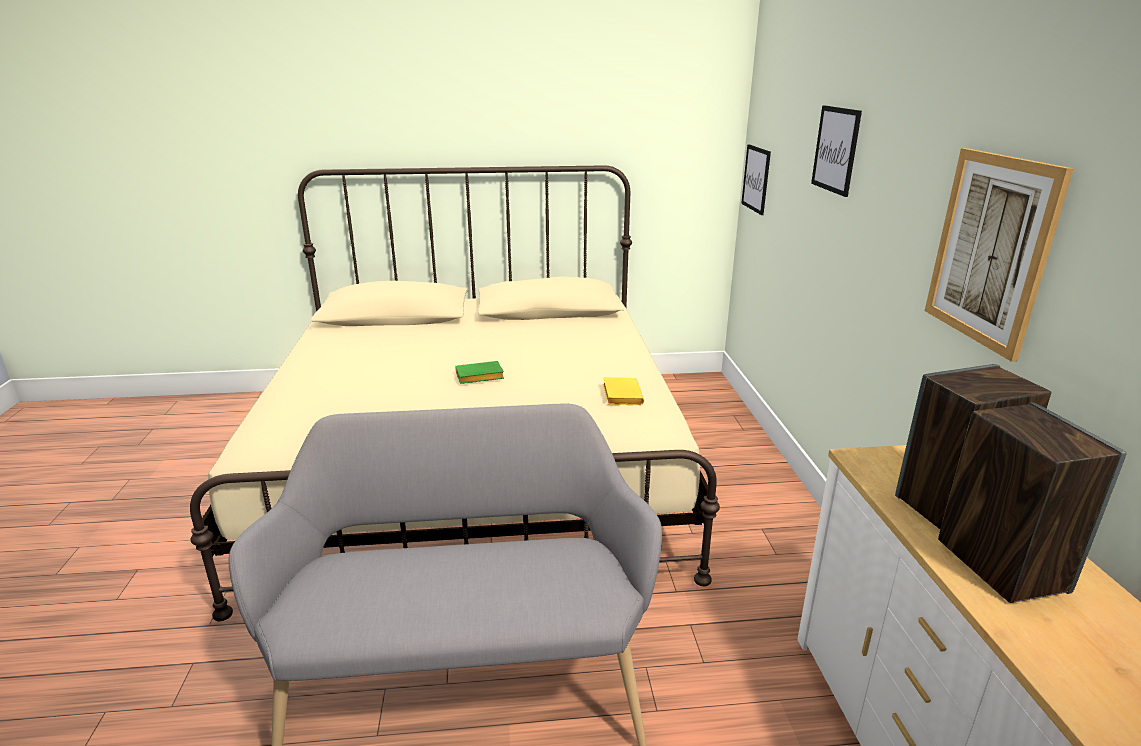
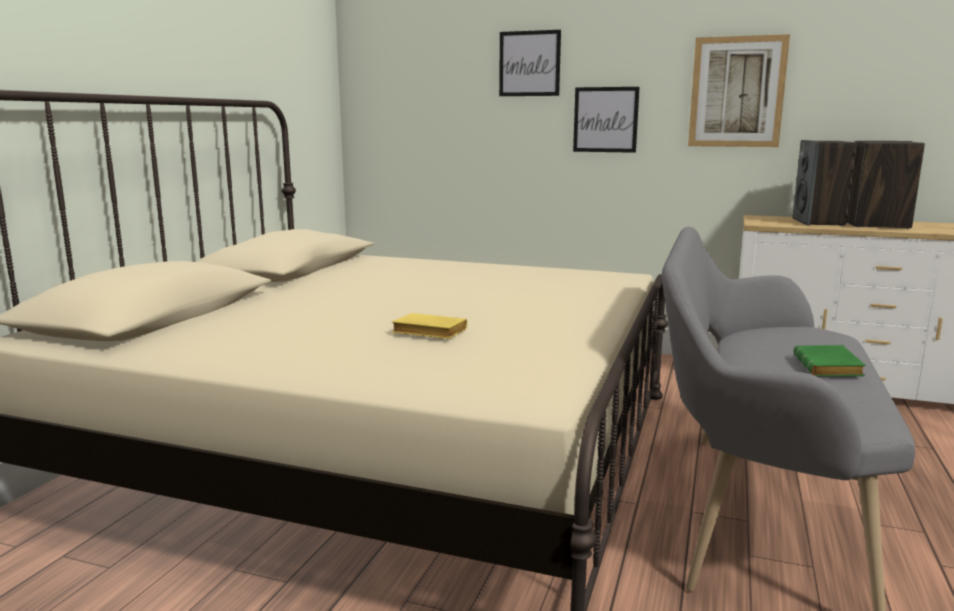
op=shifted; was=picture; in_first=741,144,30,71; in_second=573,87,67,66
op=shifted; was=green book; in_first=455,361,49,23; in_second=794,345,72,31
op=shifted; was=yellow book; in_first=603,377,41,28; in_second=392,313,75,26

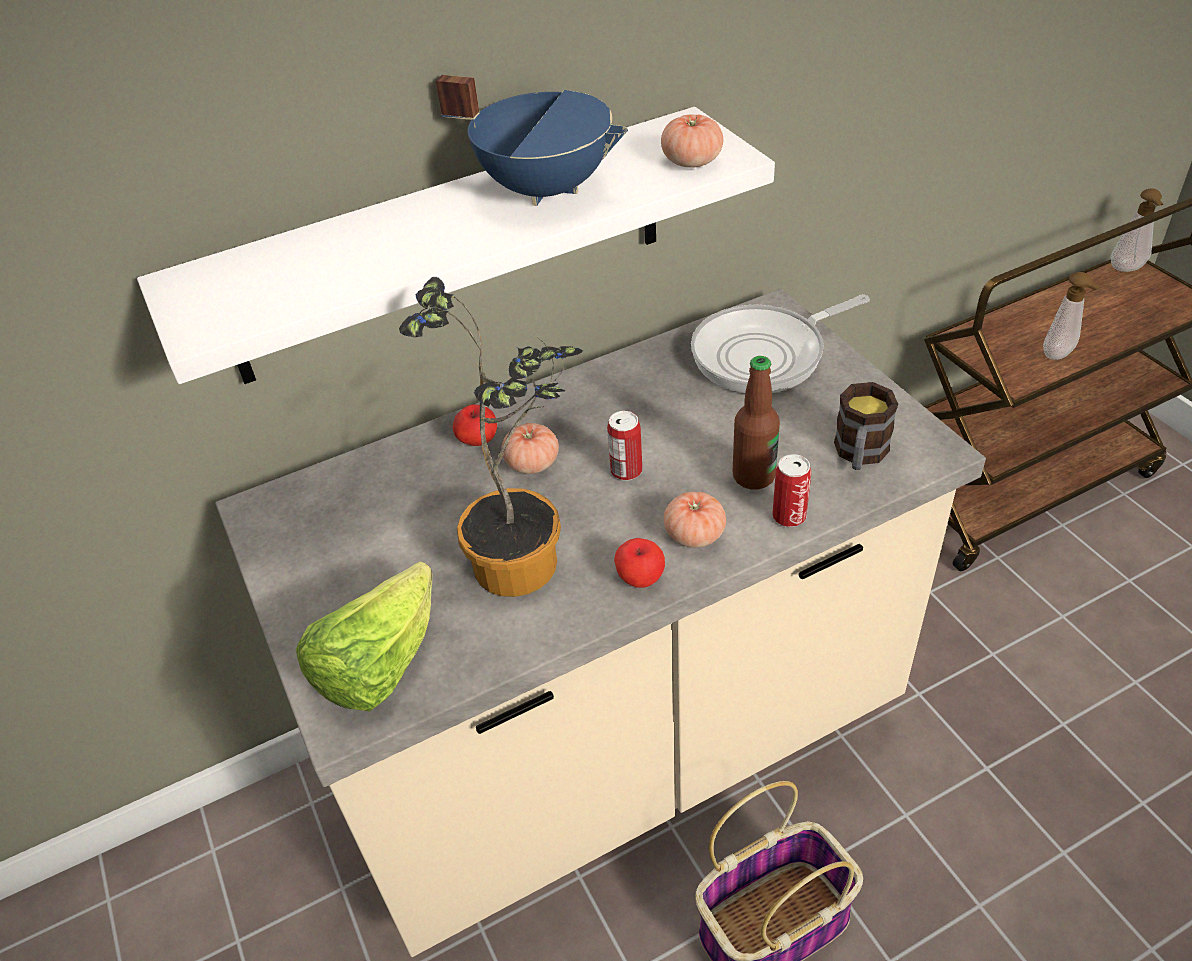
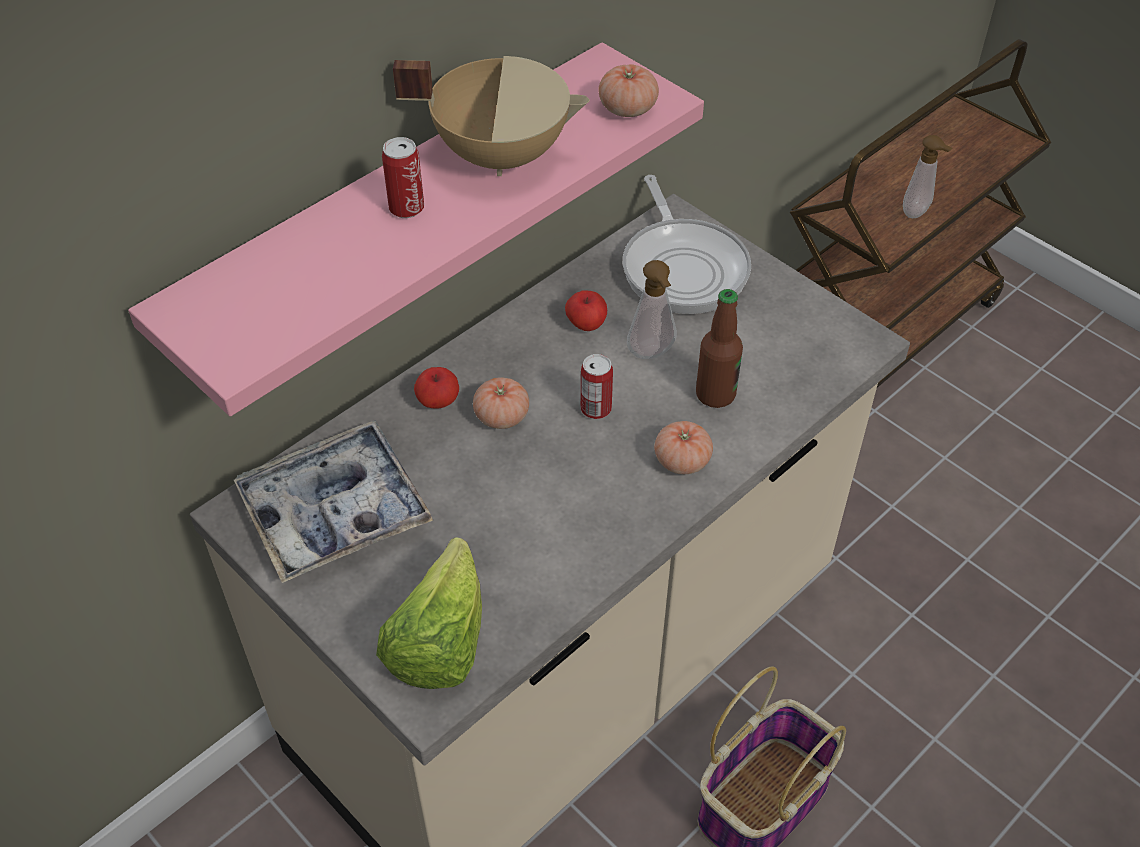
op=repainted; was=blue cooking pot; now=beige cooking pot; in_first=436,75,192,131; in_second=393,56,197,120
op=repainted; was=white shelf; now=pink shelf; in_first=137,107,638,277; in_second=128,42,576,374
op=shifted; was=soap dispenser; in_first=1111,188,52,84; in_second=627,260,50,99
op=gone; was=potted plant; in_first=399,277,184,320
op=rotated; was=frying pan; in_first=691,294,179,99; in_second=623,175,128,139; clockwise=-60
op=gone; was=mug; in_first=834,382,64,88
op=shifted; was=can; in_first=773,454,38,73; in_second=382,137,42,81
op=shifted; was=apple; in_first=614,538,51,50; in_second=565,291,42,40
op=new; now=tray; in_second=234,421,199,162

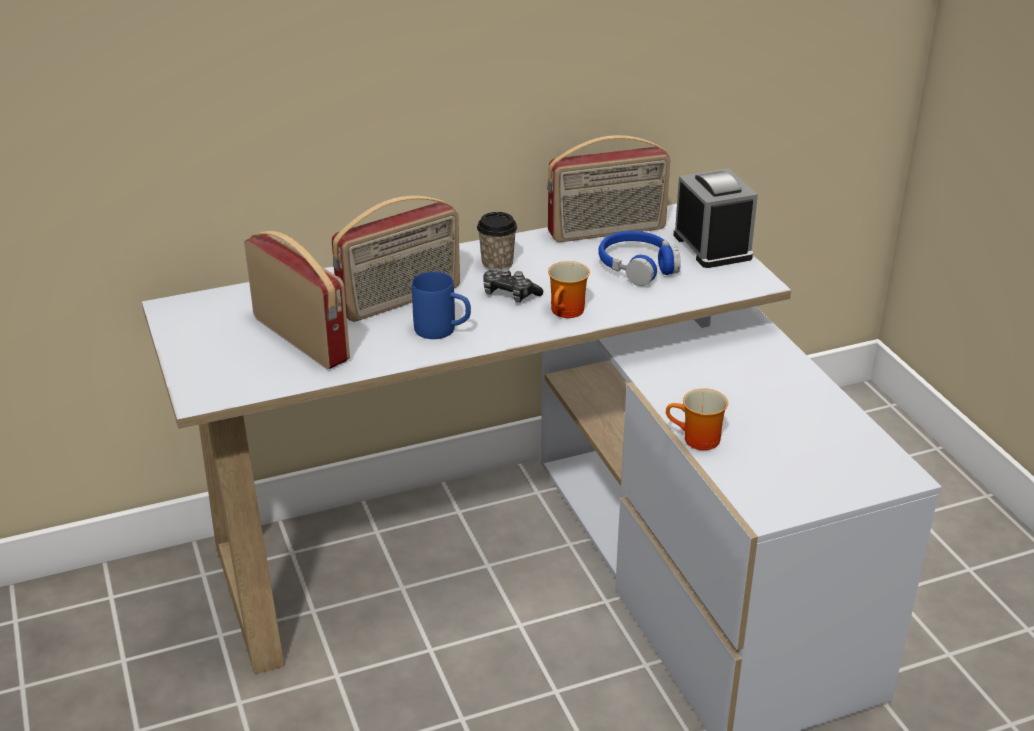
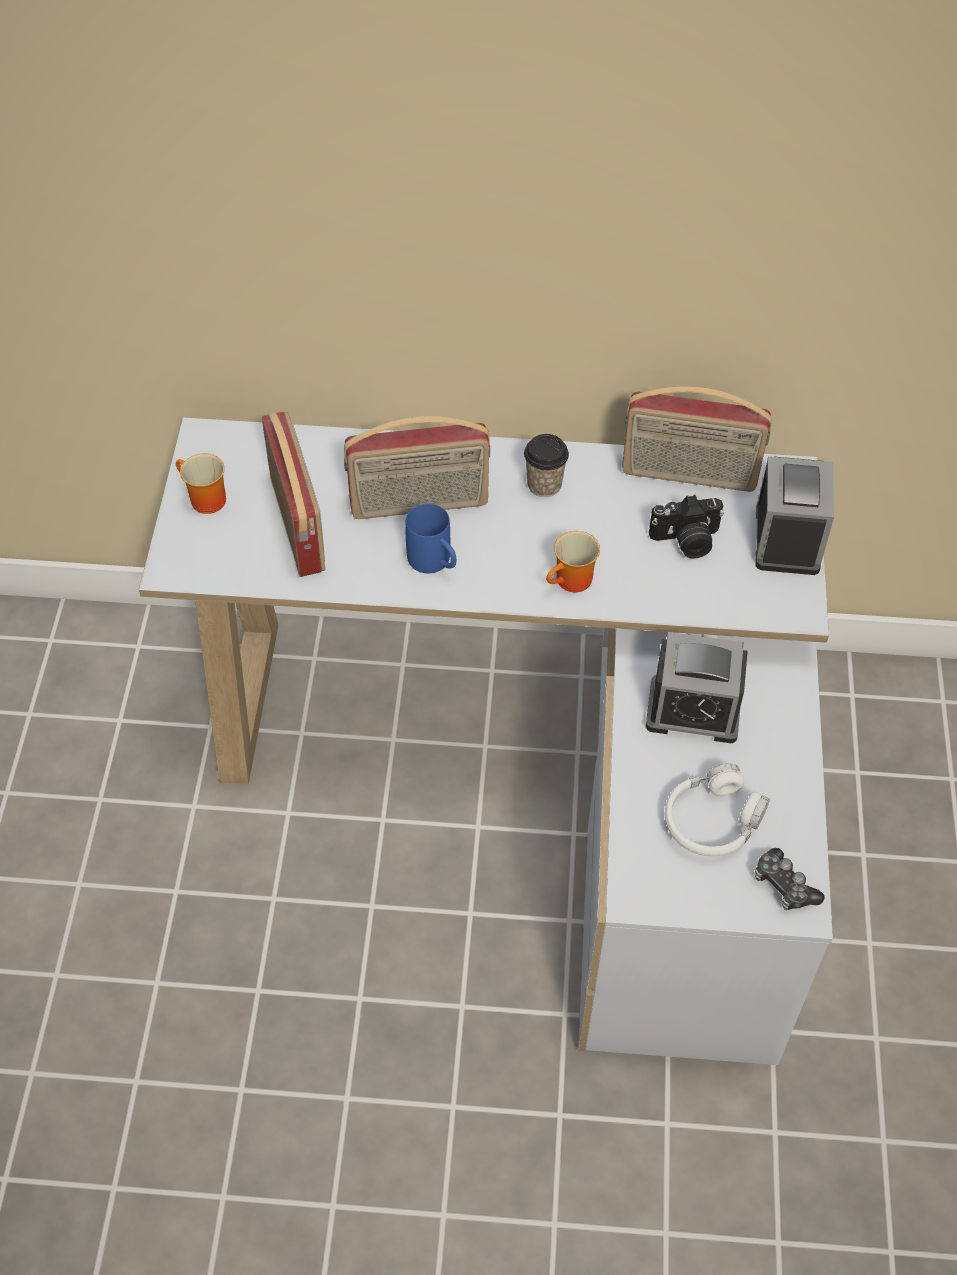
op=swapped; was=blue headphones; now=photo camera; in_first=598,231,83,55; in_second=649,495,75,63
op=shifted; was=game controller; in_first=483,268,60,34; in_second=755,848,70,62
op=shifted; was=mug; in_first=666,388,62,62; in_second=176,453,50,61
op=new; now=alarm clock; in_second=646,632,102,111
op=new; now=white headphones; in_second=665,763,105,93

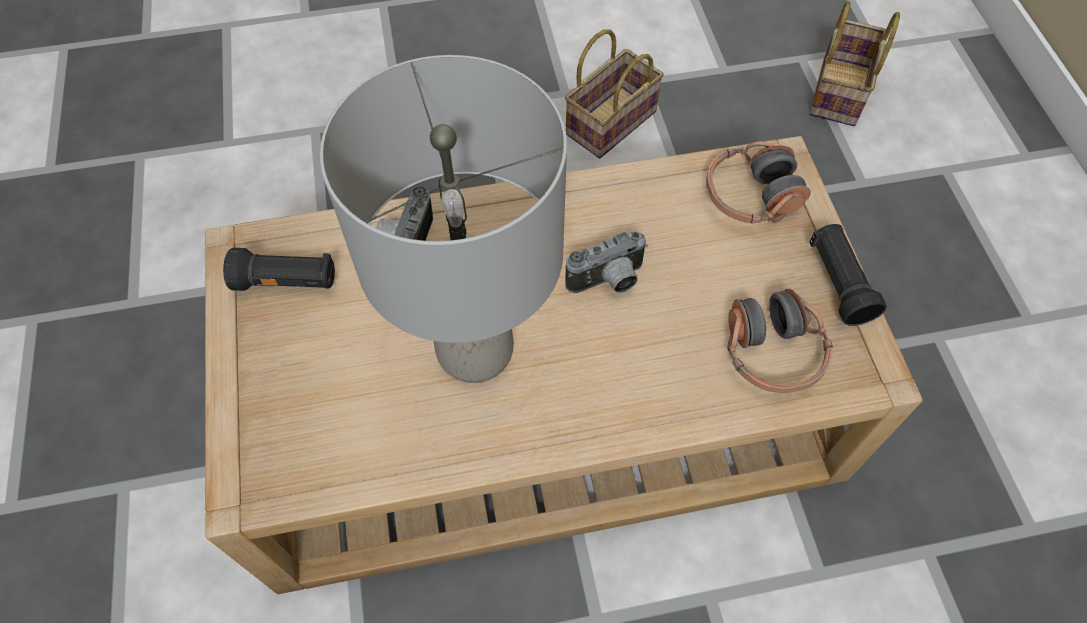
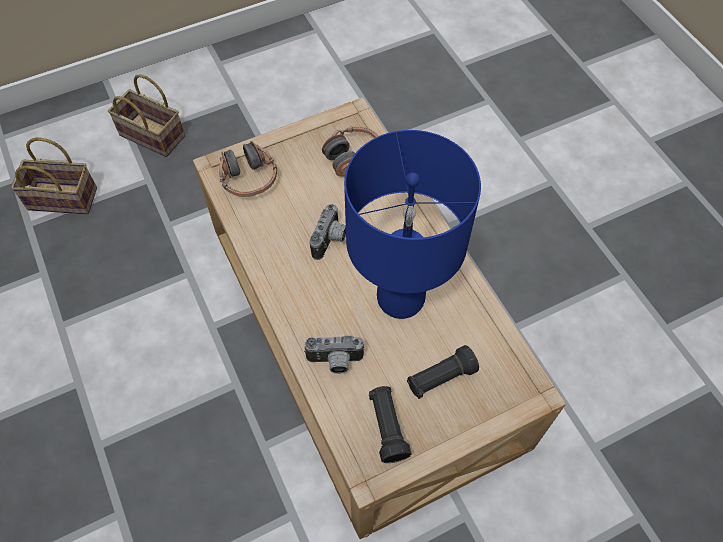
op=shifted; was=basket; in_first=565,29,99,129; in_second=108,74,77,83
op=repainted; was=grey table lamp; now=blue table lamp; in_first=320,55,247,328; in_second=344,130,137,189
op=shifted; was=black flashlight; in_first=809,224,78,102; in_second=407,345,72,54
op=rotated; was=photo camera; in_first=565,232,83,61; in_second=309,204,37,56; clockwise=60

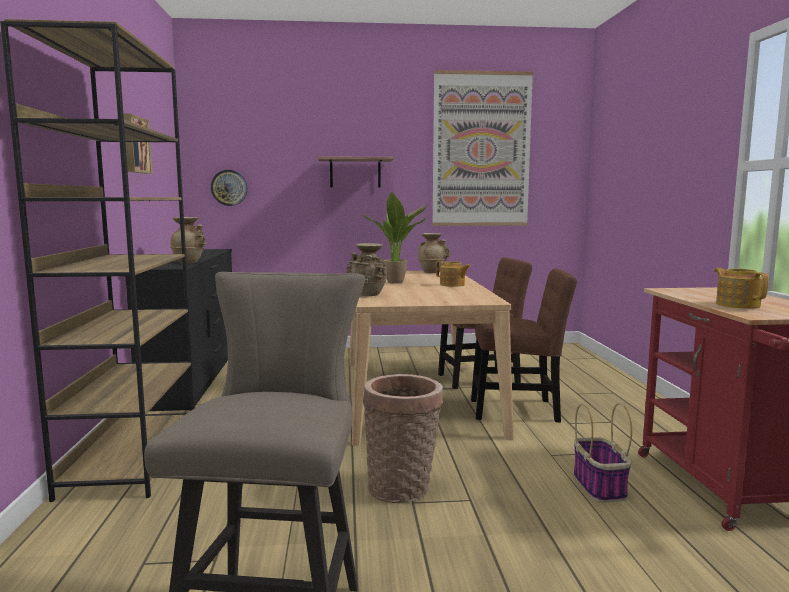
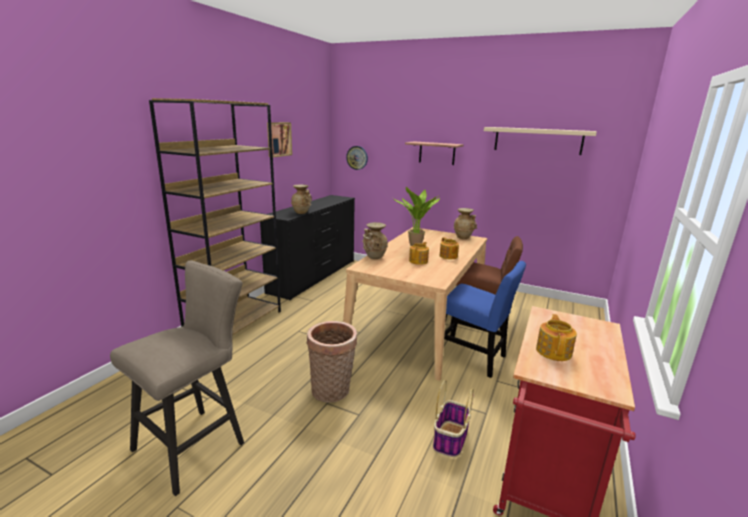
op=swapped; was=picture; now=beige shelf; in_first=432,70,101,156; in_second=484,127,113,28
op=repainted; was=brown chair; now=blue chair; in_first=471,268,106,155; in_second=444,261,82,117
op=new; now=teapot; in_second=409,242,20,23

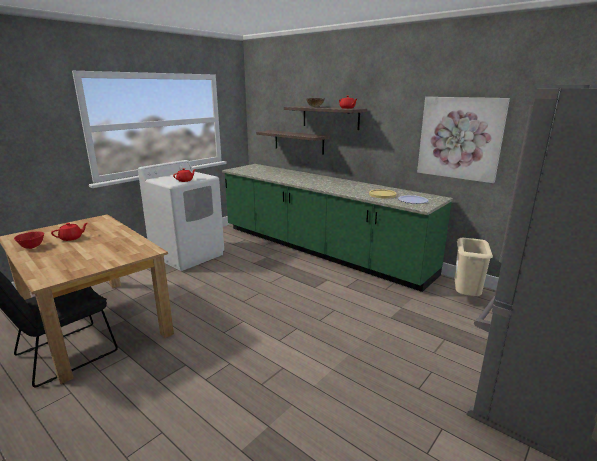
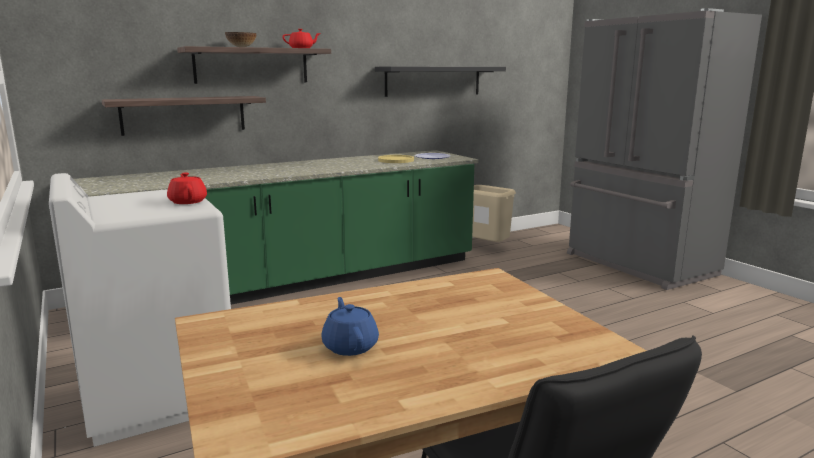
op=swapped; was=picture; now=black shelf; in_first=417,97,93,86; in_second=375,67,131,30
op=repainted; was=red teapot; now=blue teapot; in_first=51,223,36,18; in_second=322,297,57,59
op=gone; was=red bowl; in_first=14,231,30,18

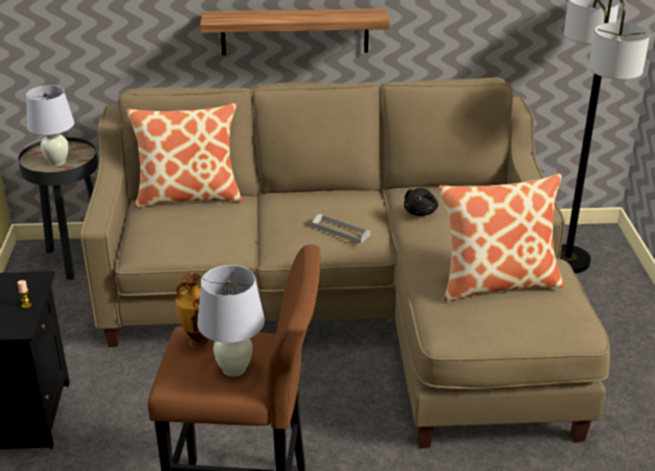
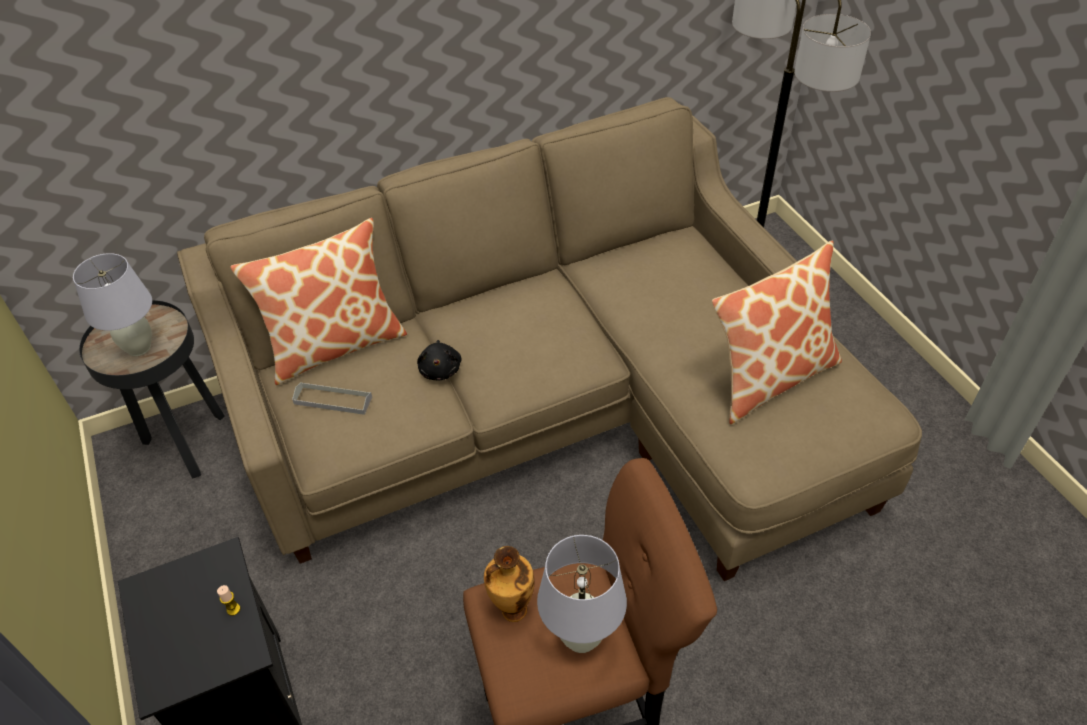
op=gone; was=shelf; in_first=200,8,190,47
op=shifted; was=black plush toy; in_first=404,188,34,28; in_second=417,340,44,40
op=shifted; was=grey tray; in_first=312,214,59,29; in_second=292,382,80,33

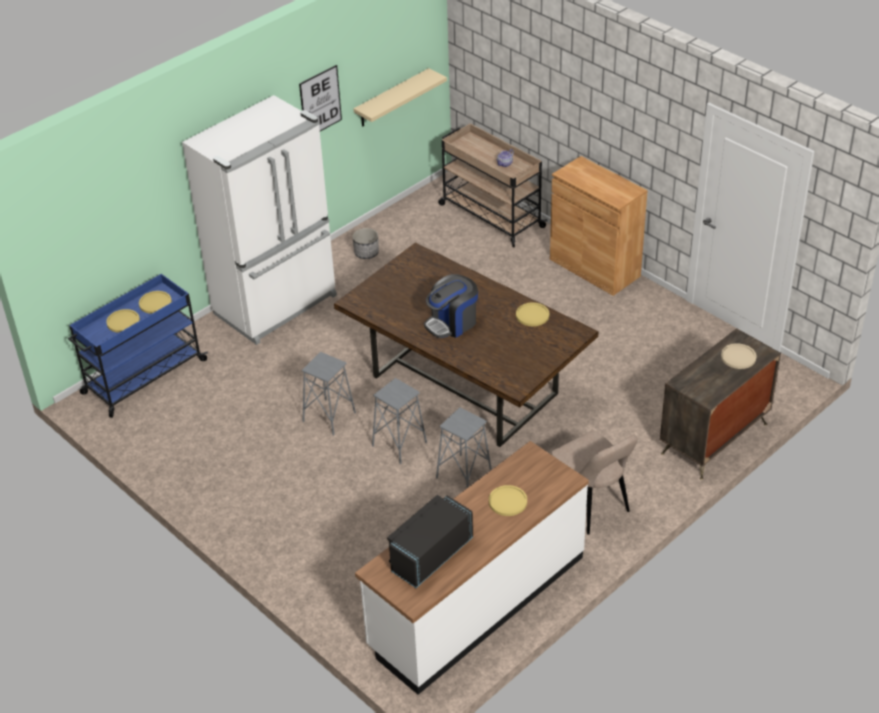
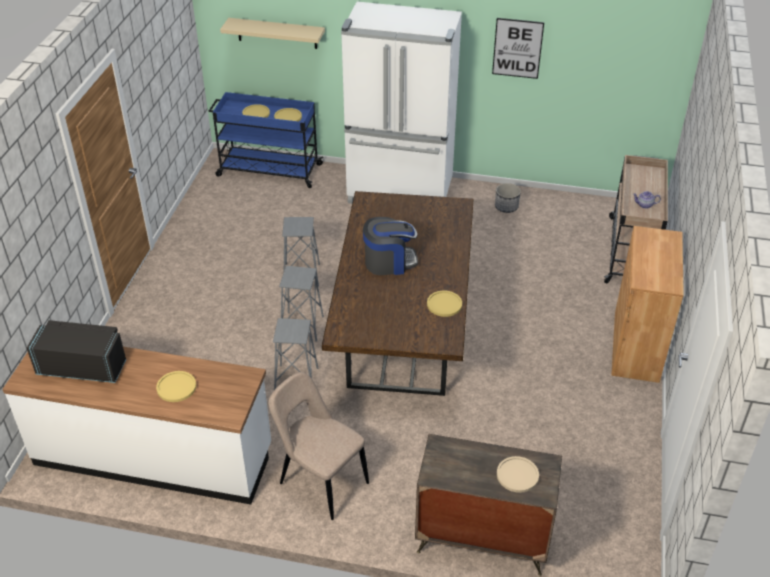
op=shifted; was=beige shelf; in_first=354,68,93,58; in_second=220,18,105,31
op=rotated; was=coffee machine; in_first=424,274,54,64; in_second=363,217,55,58; clockwise=150
op=rotated; was=beige chair; in_first=551,430,87,105; in_second=268,372,101,148; clockwise=105

